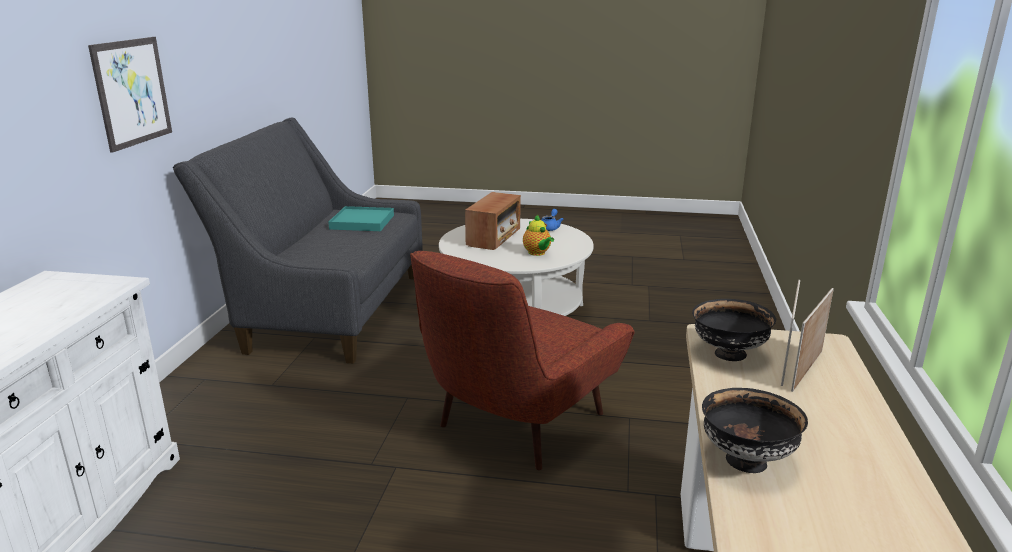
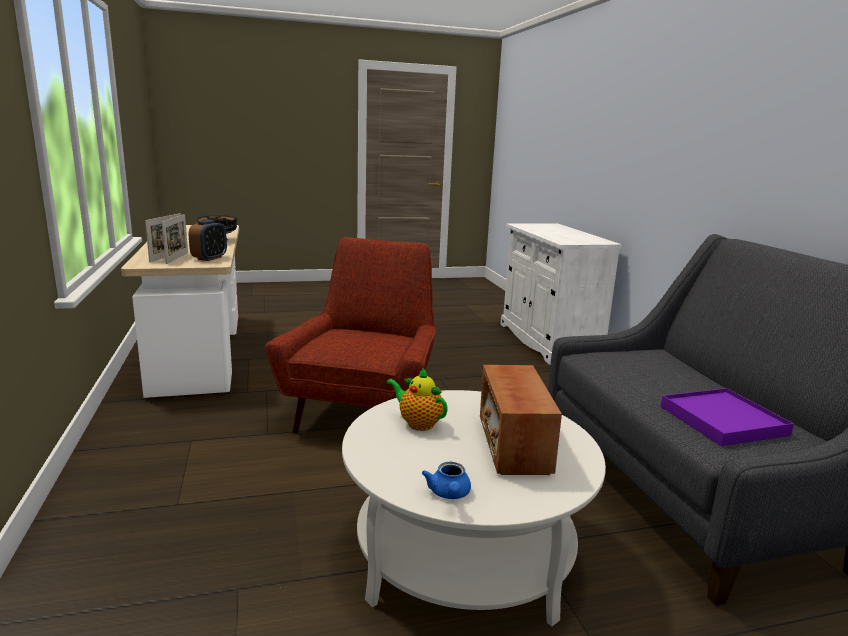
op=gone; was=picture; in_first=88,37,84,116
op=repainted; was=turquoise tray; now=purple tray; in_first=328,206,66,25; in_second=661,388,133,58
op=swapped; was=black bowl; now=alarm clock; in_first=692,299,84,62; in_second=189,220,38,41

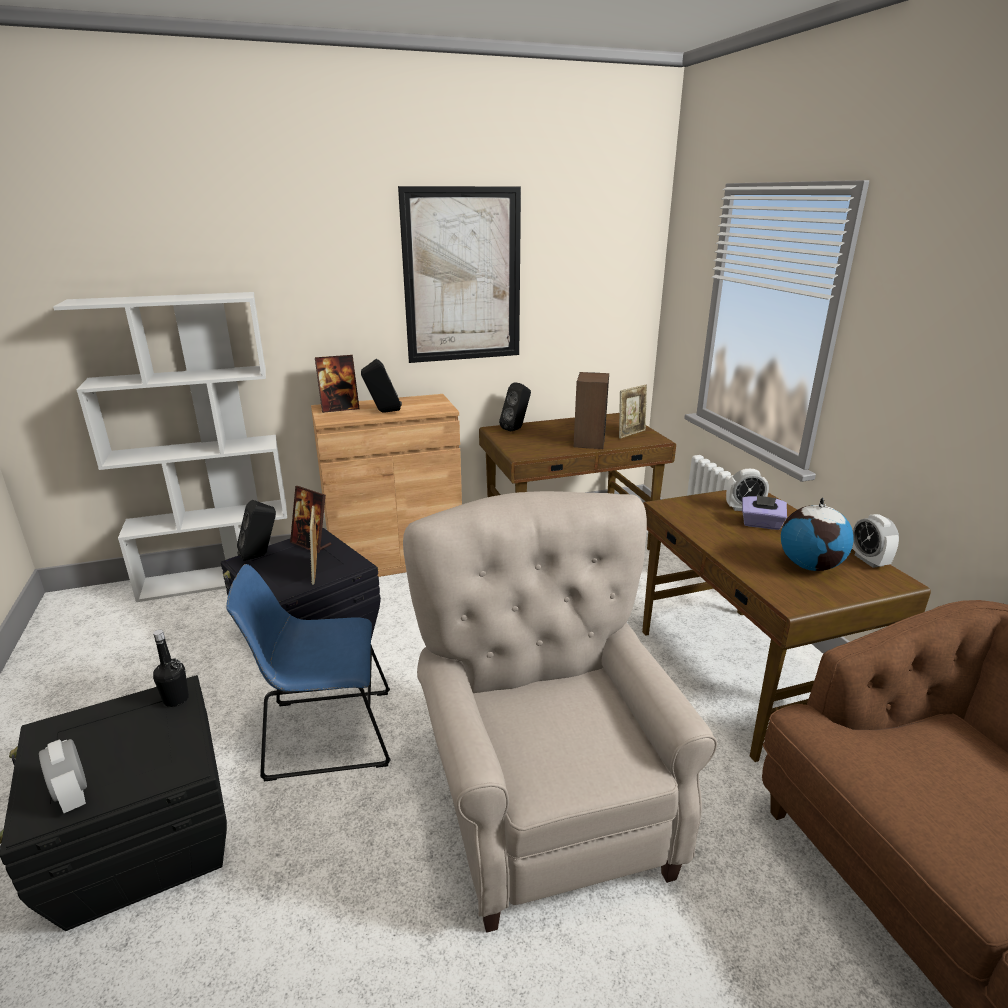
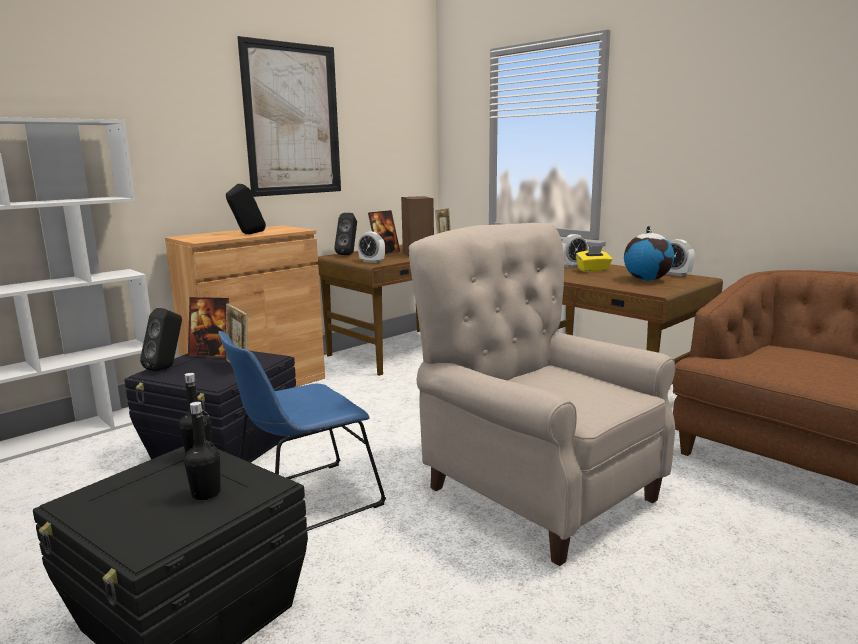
op=shifted; was=picture frame; in_first=315,355,44,58; in_second=368,210,32,44
op=repainted; was=purple tissue box; now=yellow tissue box; in_first=742,495,45,35; in_second=576,246,36,26
op=shifted; was=alarm clock; in_first=39,739,48,74; in_second=358,232,27,31
op=new; now=black bottle; in_second=184,402,37,98

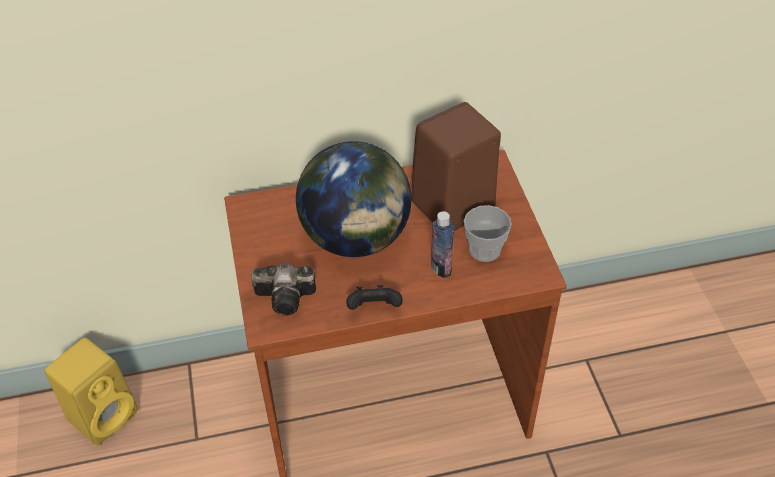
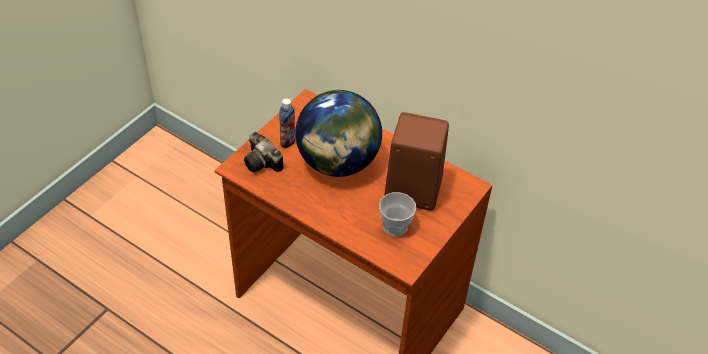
op=shifted; was=bottle; in_first=431,211,23,67; in_second=279,98,16,50
op=gone; was=black game controller; in_first=346,285,57,25
op=gone; was=yellow speaker; in_first=45,338,93,108

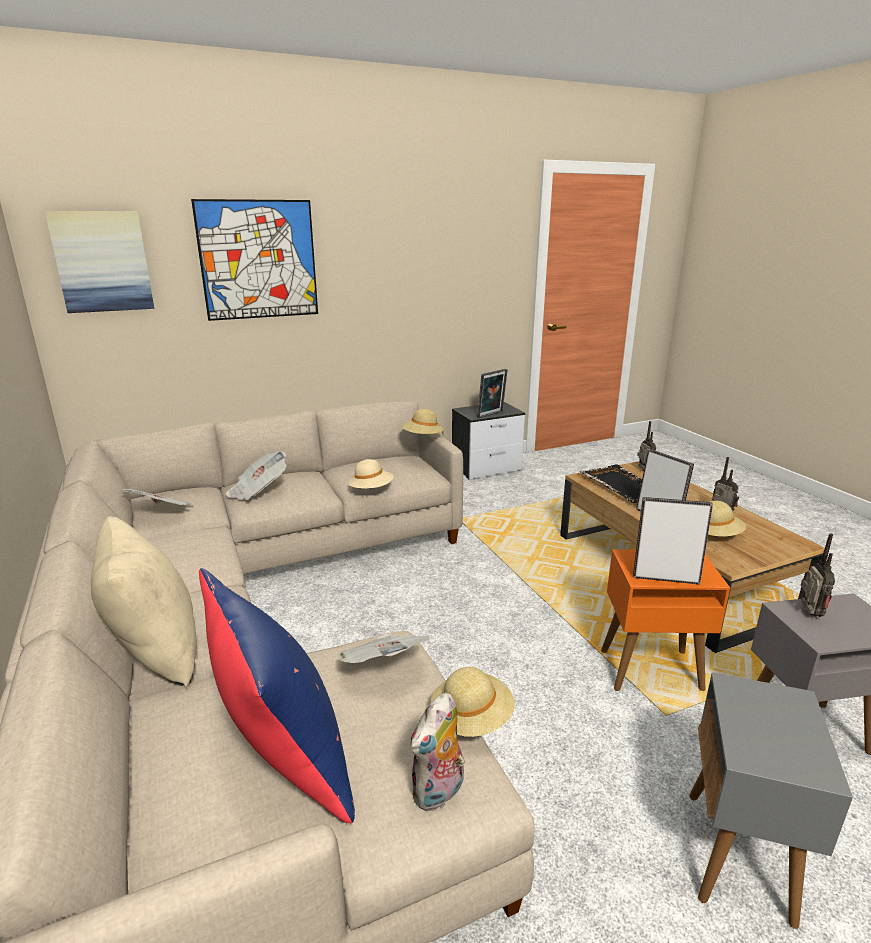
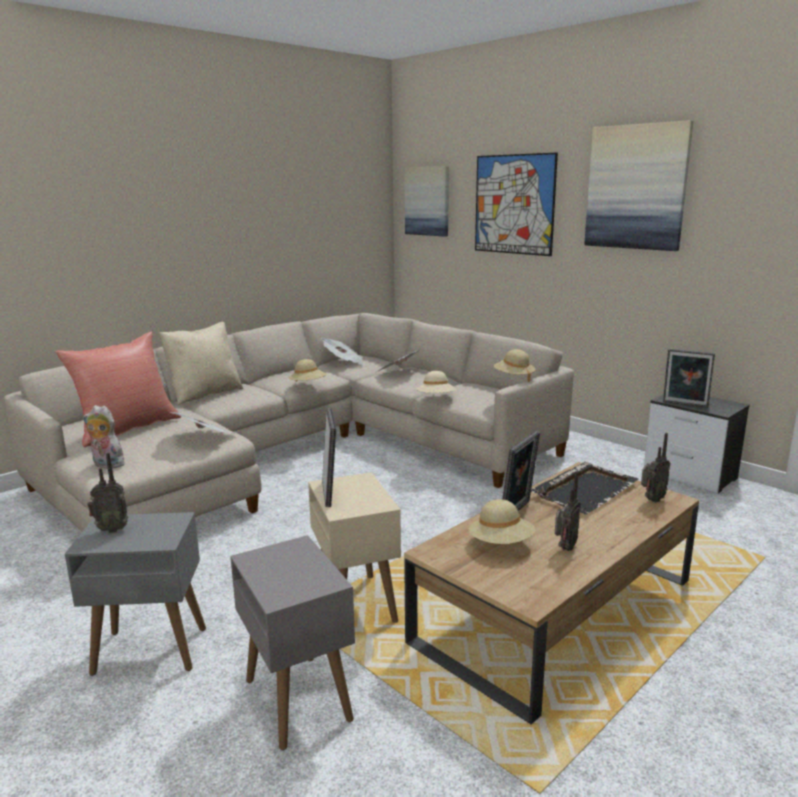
op=shifted; was=radio; in_first=800,533,35,84; in_second=88,452,40,81
op=repainted; was=orange side table; now=beige side table; in_first=601,549,129,142; in_second=308,472,93,151
op=repainted; was=blue pillow; now=red pillow; in_first=199,568,156,255; in_second=55,332,126,115
op=shifted; was=beige hat; in_first=431,667,84,70; in_second=289,359,37,23
op=new; now=picture; in_second=584,120,109,131

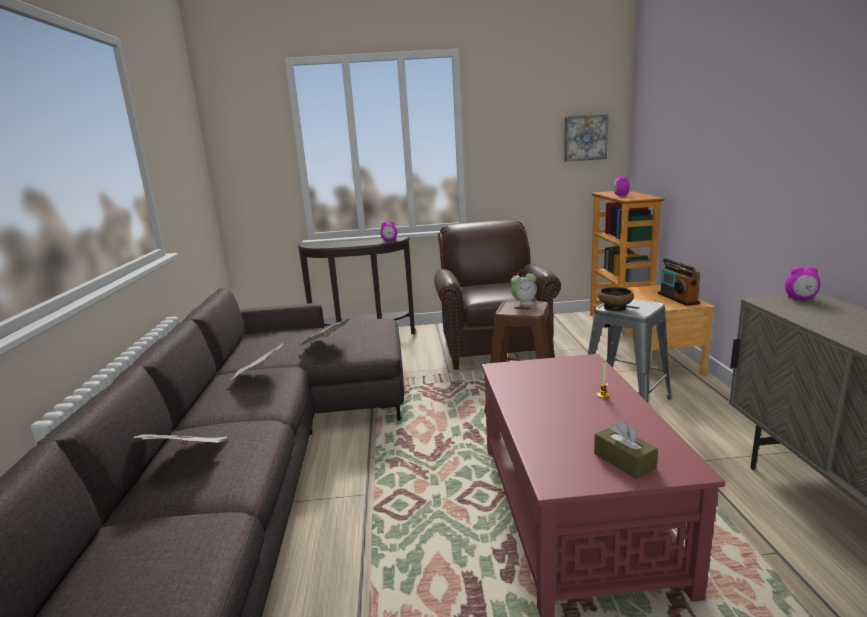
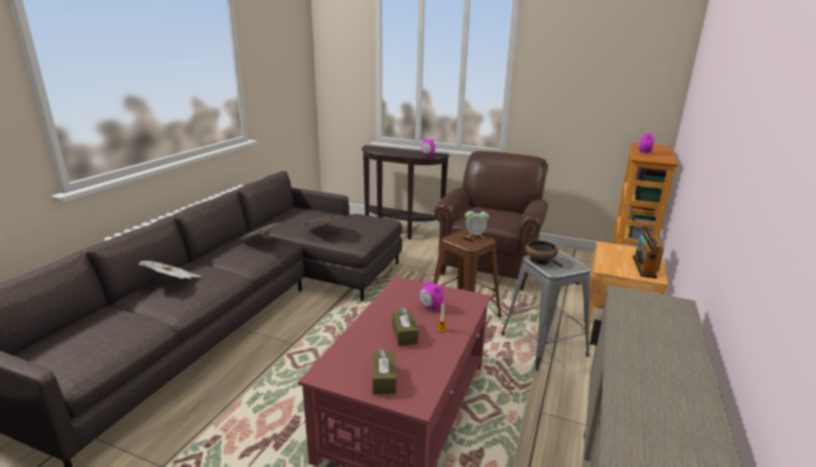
op=gone; was=picture; in_first=564,114,44,48
op=shifted; was=alarm clock; in_first=785,266,36,34; in_second=420,281,24,29
op=new; now=brown tissue box; in_second=392,307,26,39

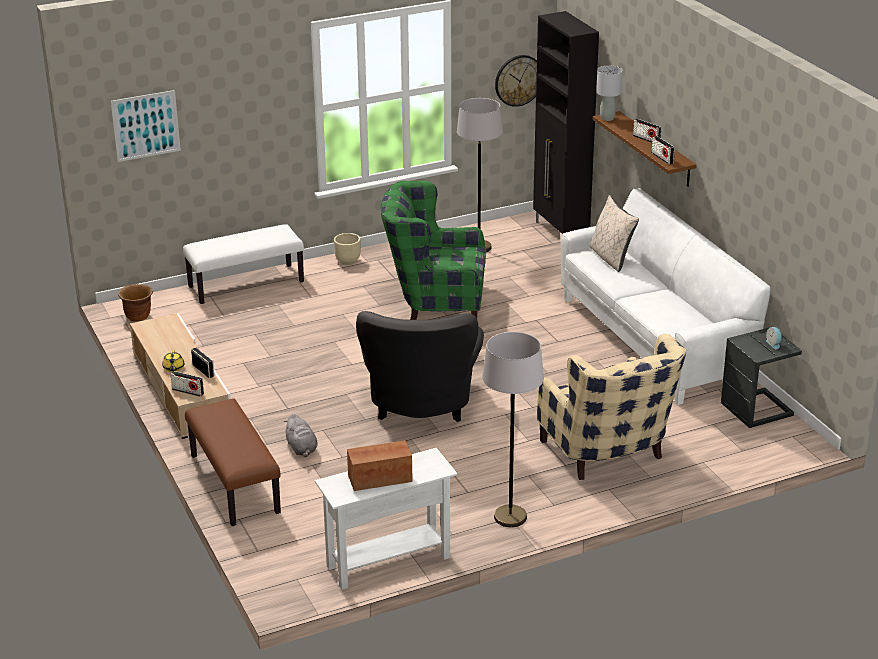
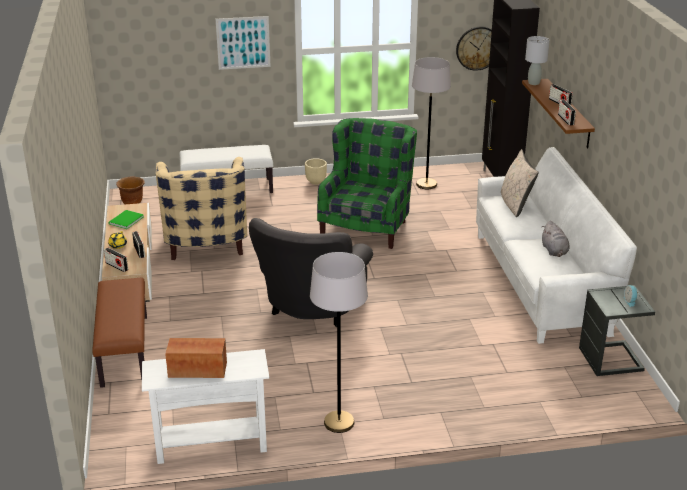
op=shifted; was=picture; in_first=111,90,70,72; in_second=216,16,55,54
op=rotated; was=green armchair; in_first=381,181,105,139; in_second=317,118,100,131; clockwise=90
op=shifted; was=beige armchair; in_first=537,334,149,146; in_second=156,157,91,103
op=shifted; was=grey plush toy; in_first=283,414,35,43; in_second=542,221,27,36
op=new; now=green book; in_second=108,210,36,19

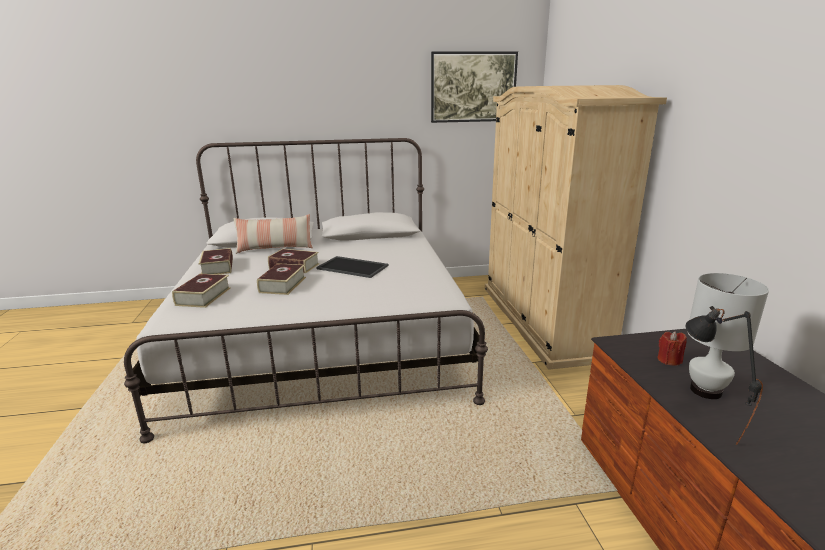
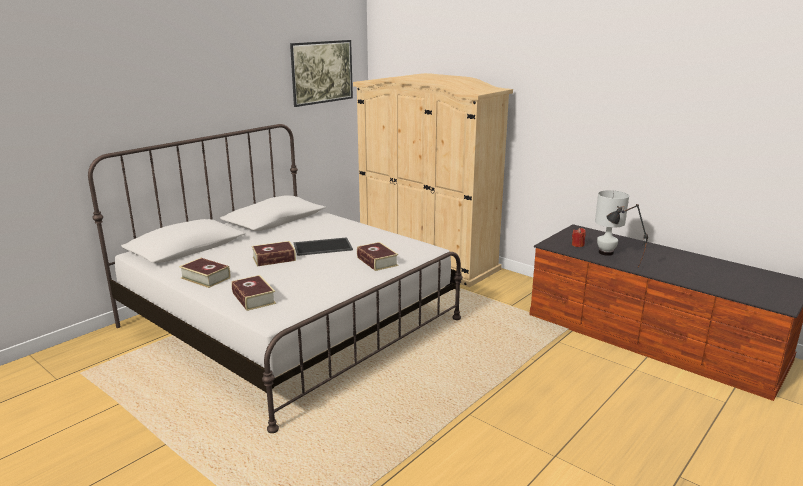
op=gone; was=pillow; in_first=234,214,79,40
op=shifted; was=book; in_first=257,263,49,32; in_second=357,242,41,29

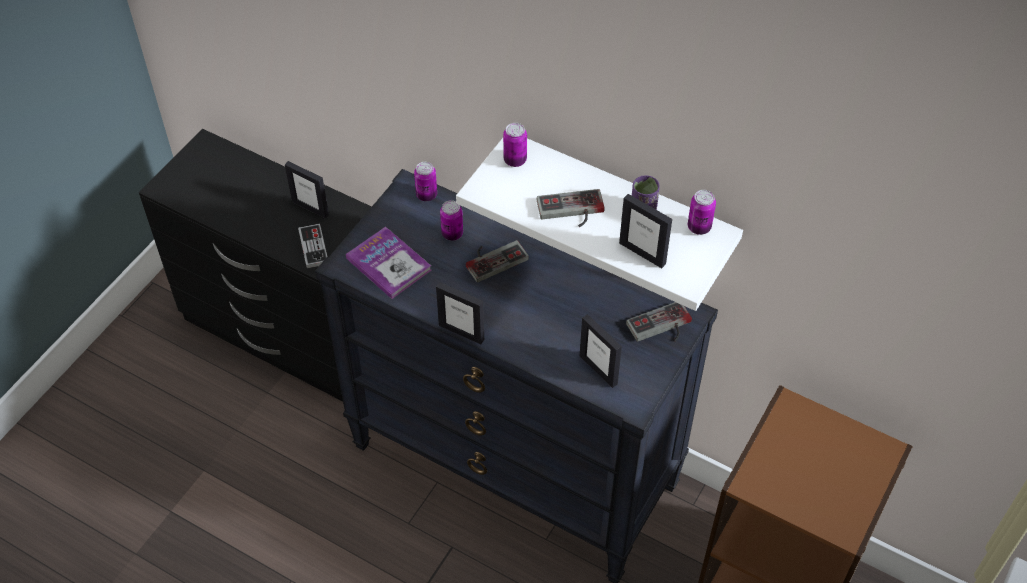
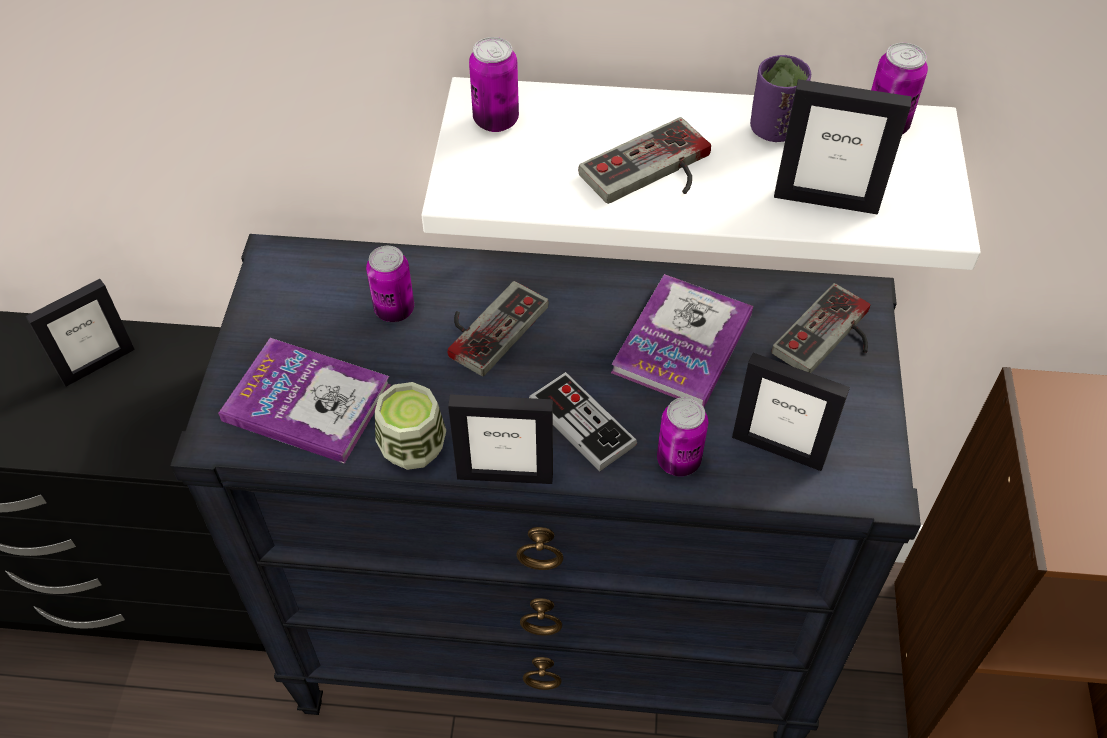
op=rotated; was=picture frame; in_first=285,161,44,58; in_second=26,279,109,108; clockwise=-45
op=shifted; was=can; in_first=414,162,23,39; in_second=657,397,51,79
op=shifted; was=game controller; in_first=298,223,30,45; in_second=529,372,108,99
op=new; now=book; in_second=611,274,142,133
op=new; now=cup; in_second=375,382,71,88

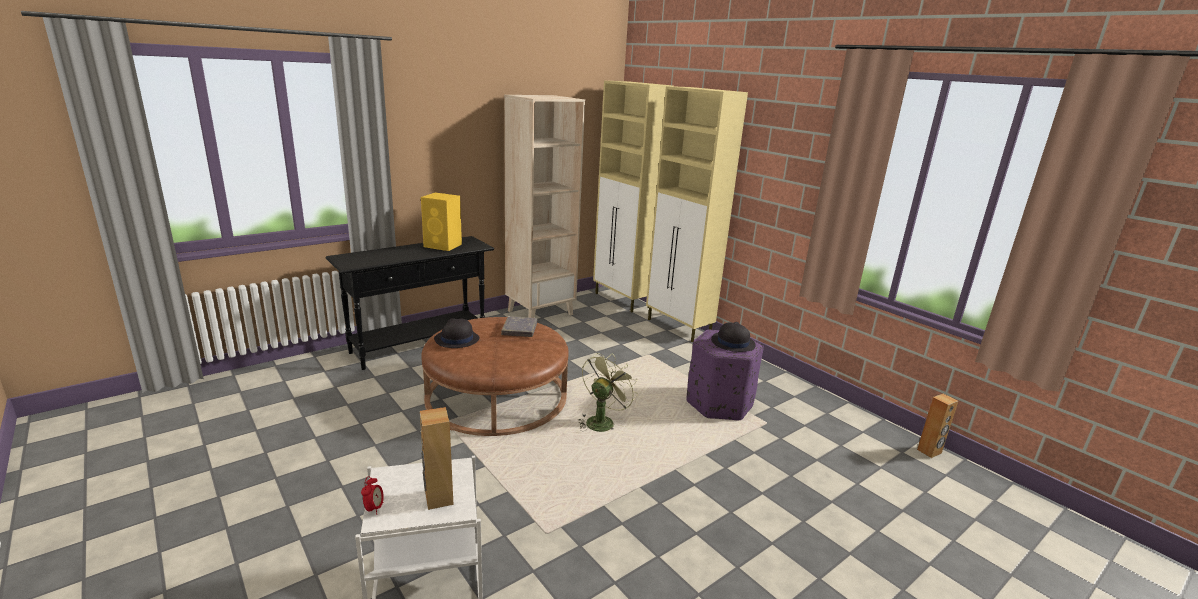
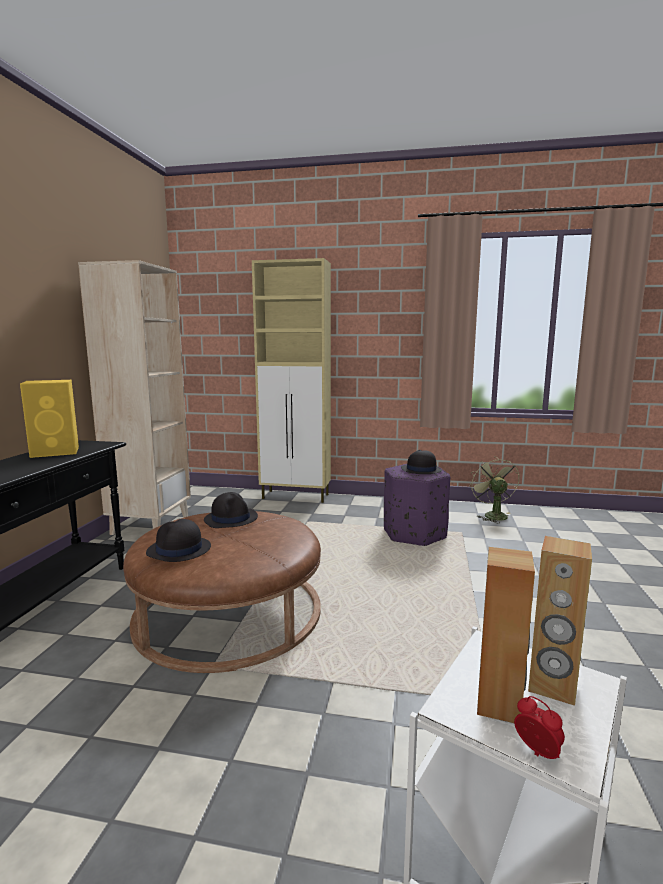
op=gone; was=beige cabinet; in_first=593,81,81,231
op=swapped; was=grey book; now=black hat; in_first=501,316,36,21; in_second=204,492,54,36
op=shifted; was=green fan; in_first=577,353,61,79; in_second=469,456,50,67
op=shifted; was=brown speaker; in_first=917,394,41,64; in_second=477,547,58,176

